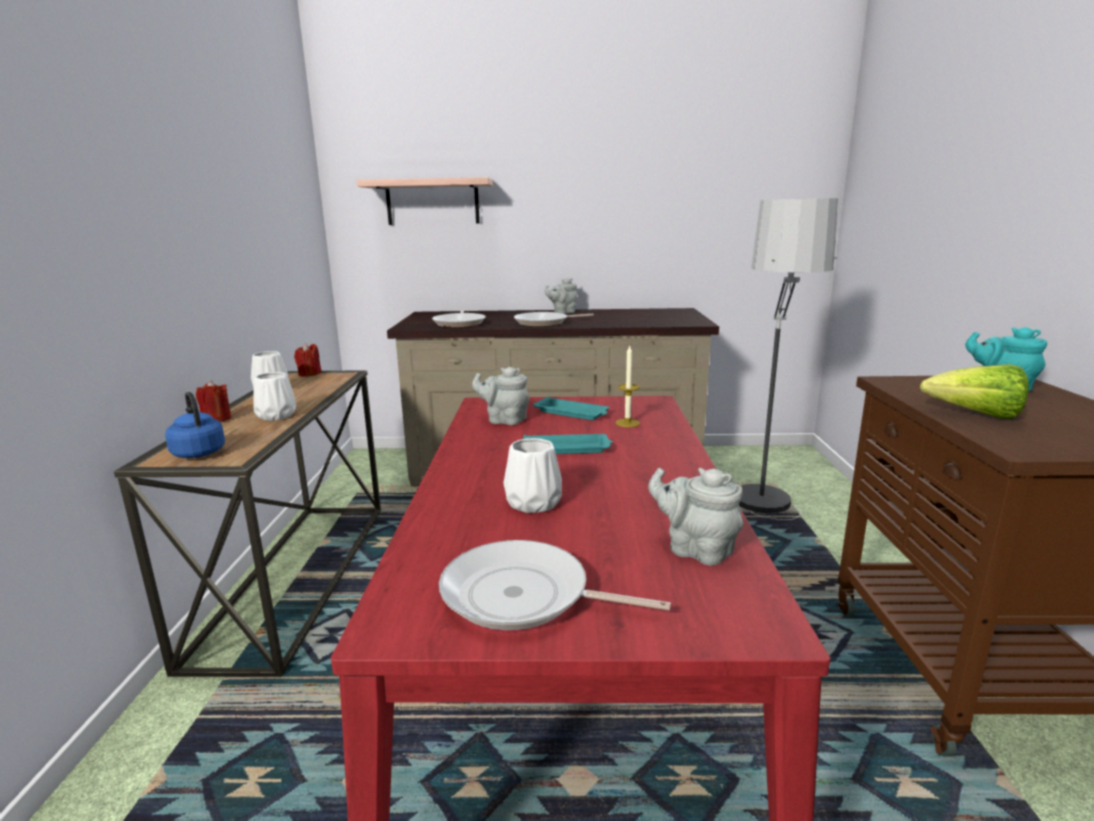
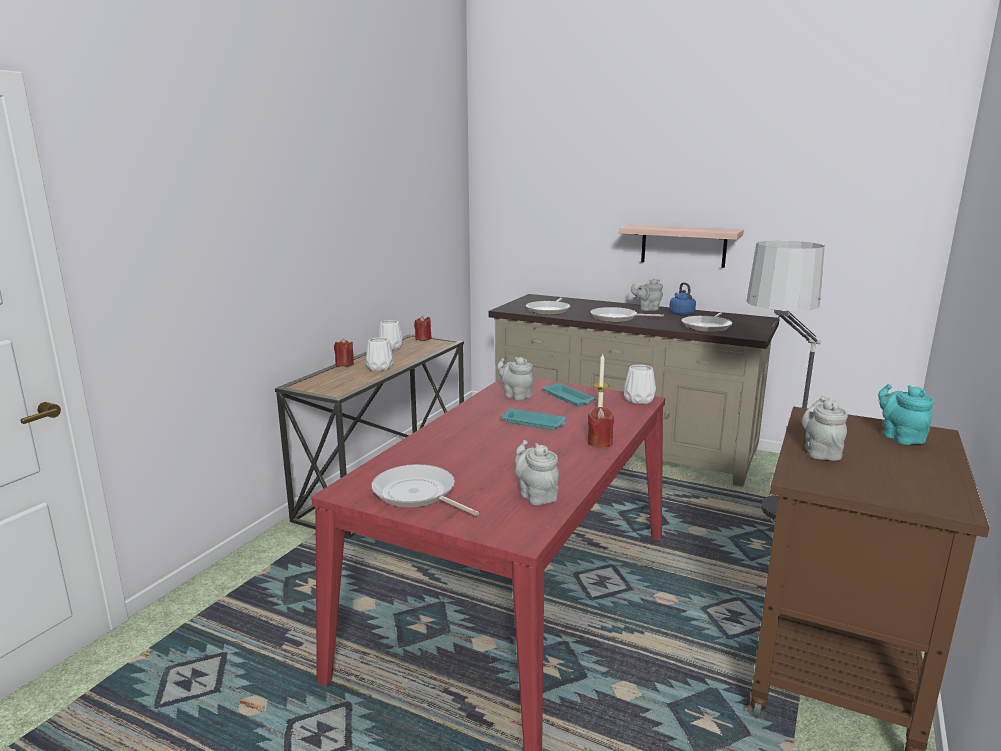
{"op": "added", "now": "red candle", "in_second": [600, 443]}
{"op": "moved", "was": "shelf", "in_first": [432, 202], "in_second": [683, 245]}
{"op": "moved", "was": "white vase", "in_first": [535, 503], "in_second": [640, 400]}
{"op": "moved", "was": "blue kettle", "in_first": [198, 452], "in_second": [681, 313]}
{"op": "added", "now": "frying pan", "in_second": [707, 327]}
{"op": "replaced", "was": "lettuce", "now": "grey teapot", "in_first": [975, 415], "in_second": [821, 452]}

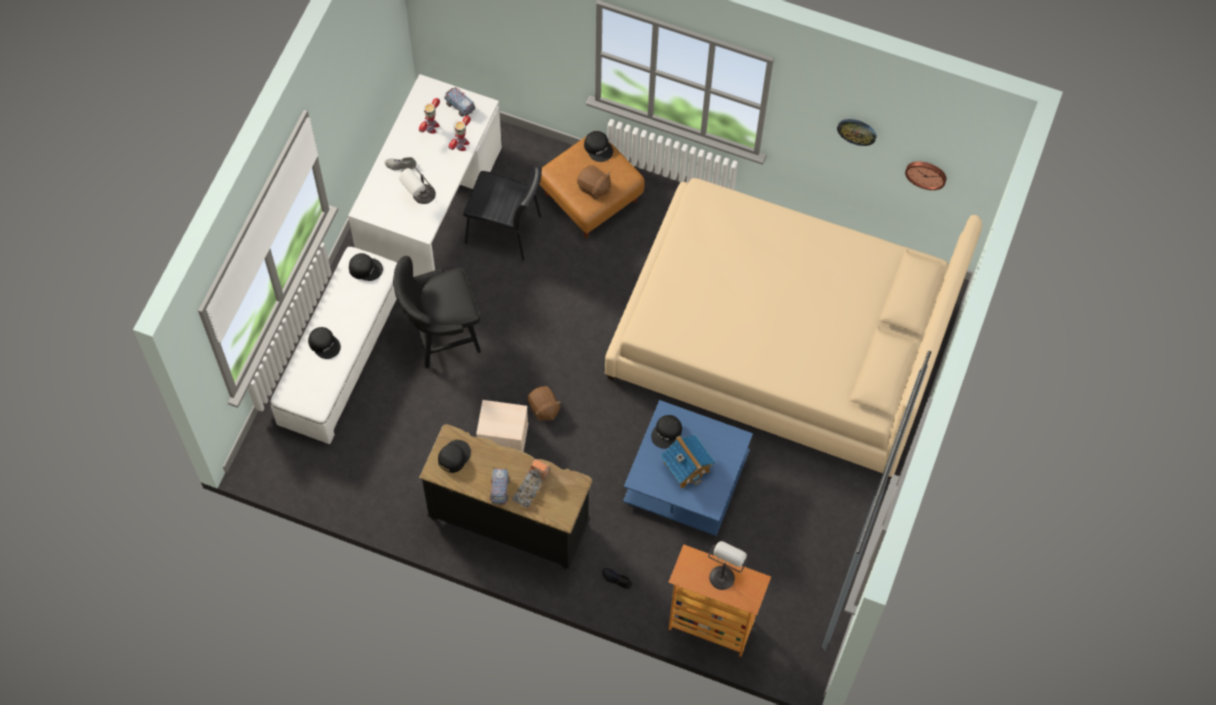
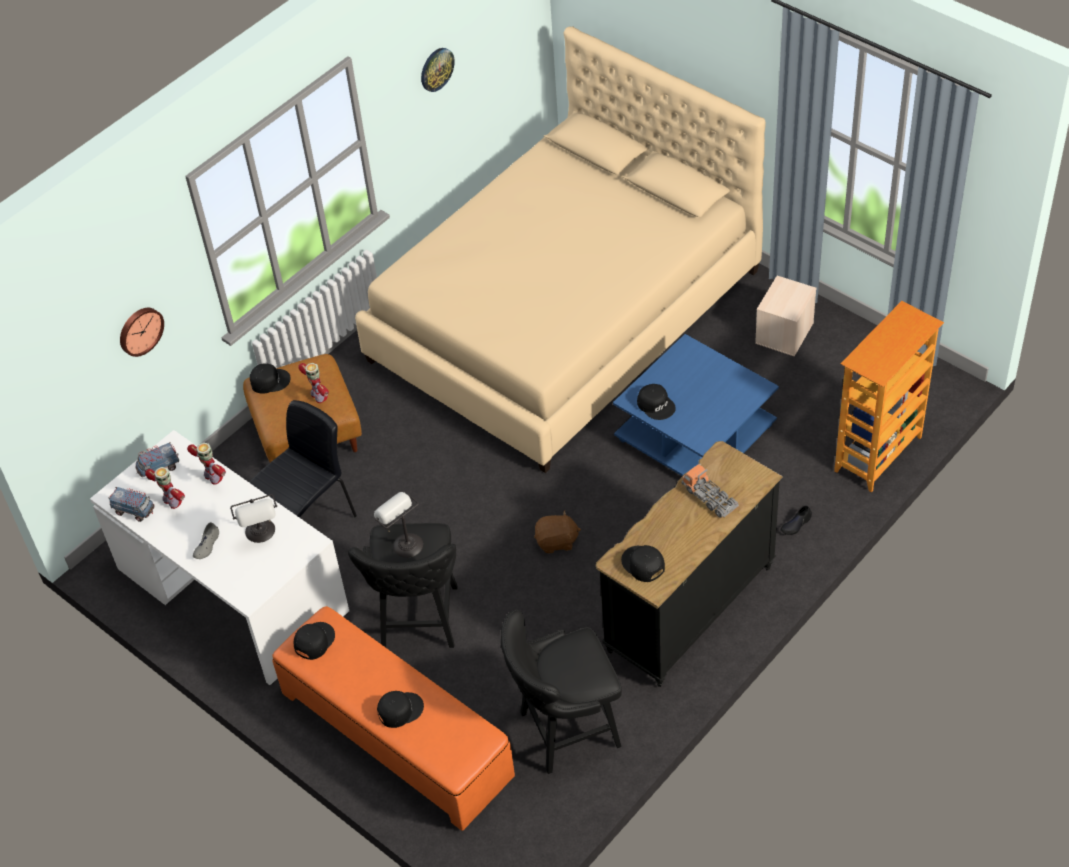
{"op": "moved", "was": "toy truck", "in_first": [499, 490], "in_second": [134, 511]}
{"op": "moved", "was": "wall clock", "in_first": [926, 173], "in_second": [140, 330]}
{"op": "recoloured", "was": "white bench", "now": "orange bench", "in_first": [341, 354], "in_second": [394, 734]}
{"op": "replaced", "was": "brown plush toy", "now": "toy robot", "in_first": [594, 188], "in_second": [319, 397]}
{"op": "moved", "was": "table lamp", "in_first": [723, 572], "in_second": [403, 542]}
{"op": "added", "now": "black stool", "in_second": [565, 731]}
{"op": "moved", "was": "beige storage box", "in_first": [502, 437], "in_second": [784, 333]}
{"op": "removed", "was": "toy house", "in_first": [686, 466]}

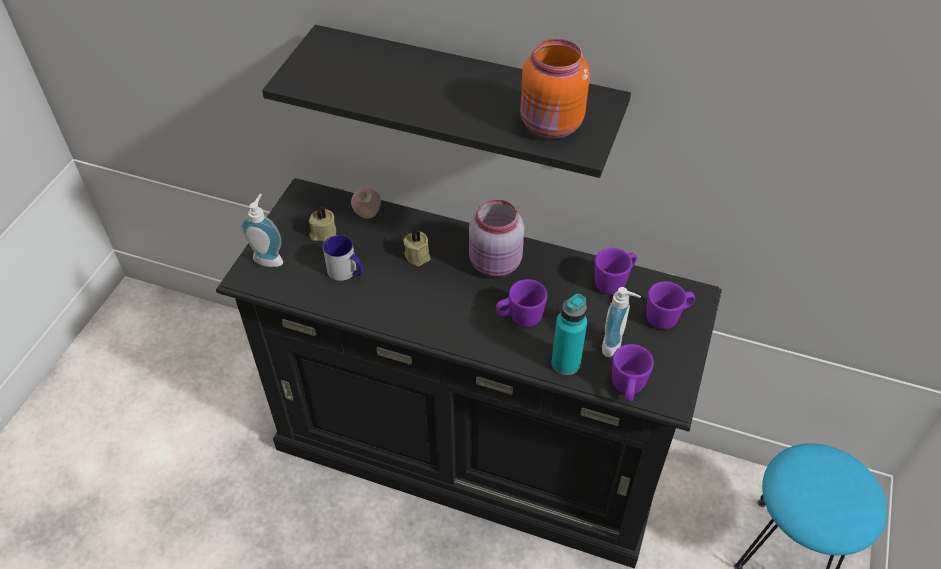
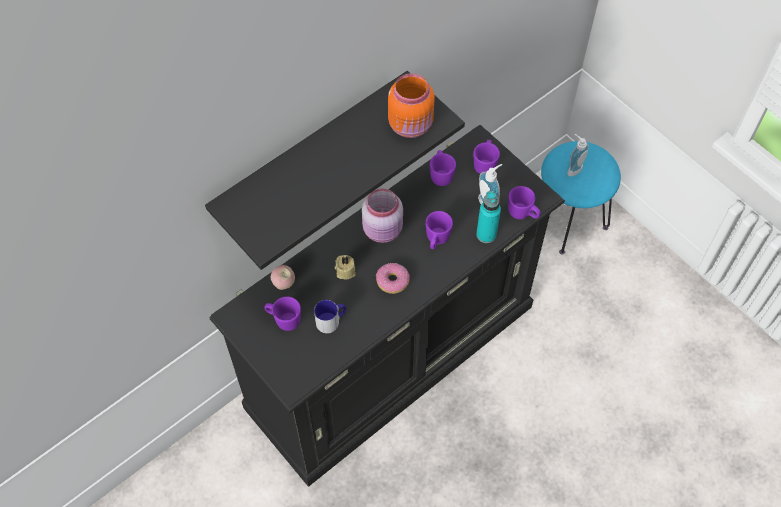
{"op": "replaced", "was": "beige candle", "now": "purple mug", "in_first": [323, 233], "in_second": [284, 320]}
{"op": "added", "now": "donut", "in_second": [393, 281]}
{"op": "moved", "was": "soap dispenser", "in_first": [269, 258], "in_second": [573, 168]}

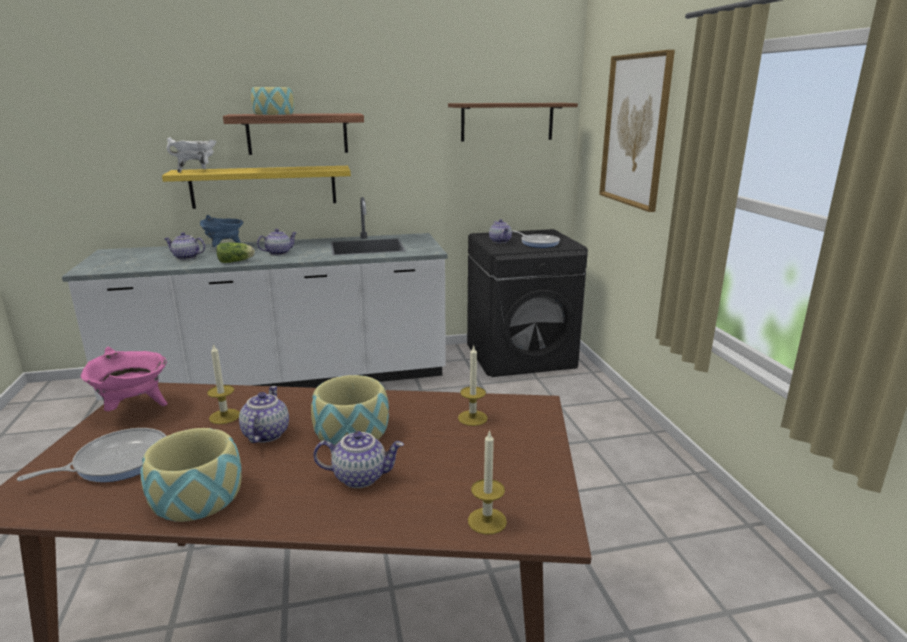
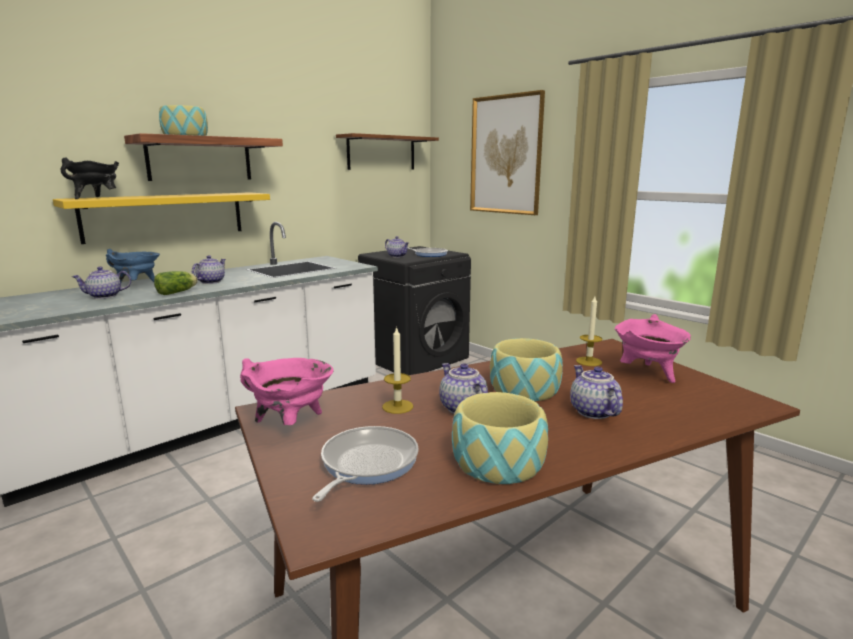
{"op": "recoloured", "was": "white cooking pot", "now": "black cooking pot", "in_first": [197, 171], "in_second": [97, 198]}
{"op": "turned", "was": "teapot", "in_first": [361, 476], "in_second": [592, 412], "clockwise": -75}
{"op": "added", "now": "pink cooking pot", "in_second": [648, 374]}
{"op": "removed", "was": "candle", "in_first": [487, 521]}

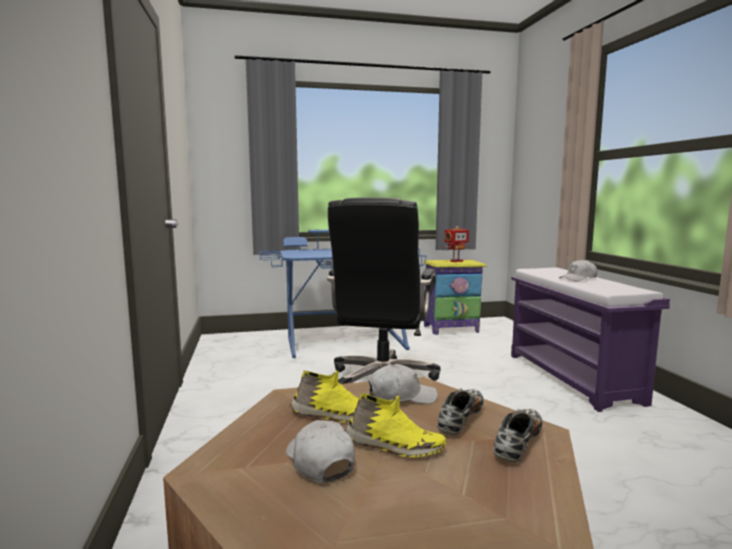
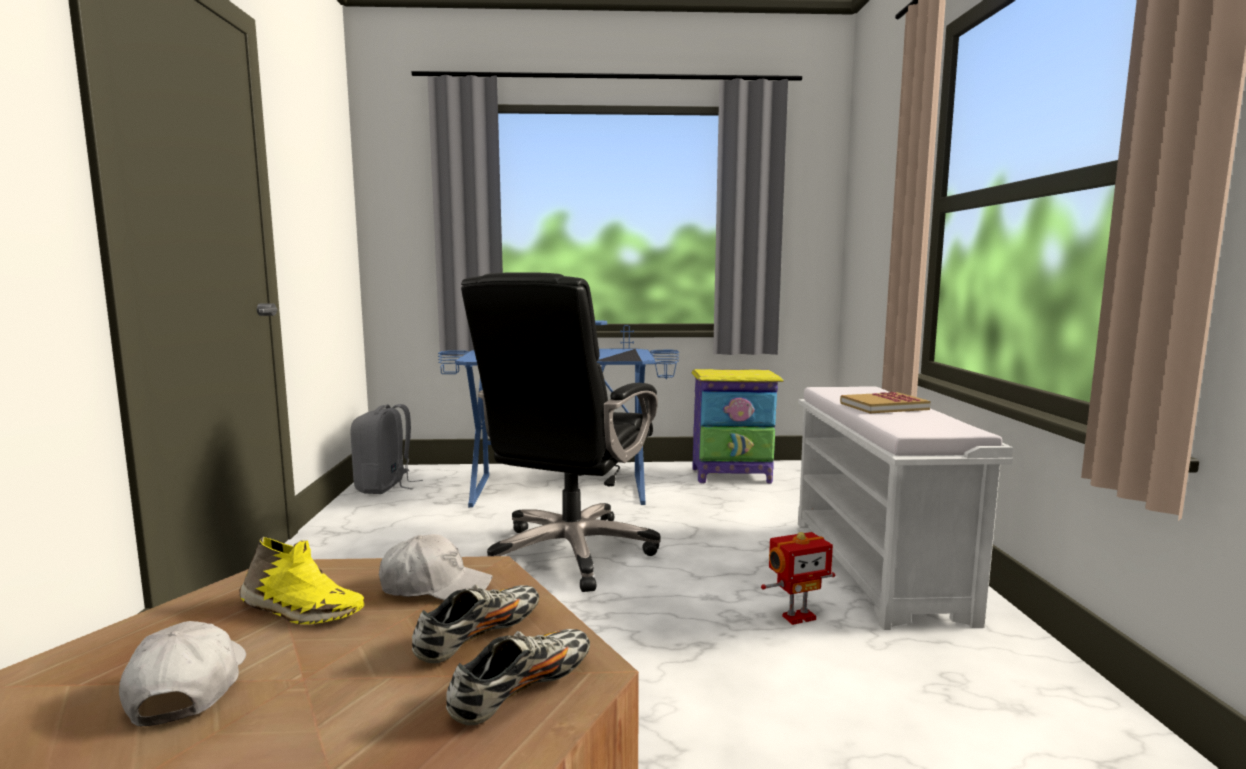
{"op": "added", "now": "grey backpack", "in_second": [385, 487]}
{"op": "moved", "was": "toy robot", "in_first": [456, 261], "in_second": [797, 617]}
{"op": "recoloured", "was": "purple bench", "now": "white bench", "in_first": [573, 378], "in_second": [878, 568]}
{"op": "replaced", "was": "white cap", "now": "book", "in_first": [578, 278], "in_second": [883, 406]}
{"op": "removed", "was": "yellow shoe", "in_first": [393, 447]}

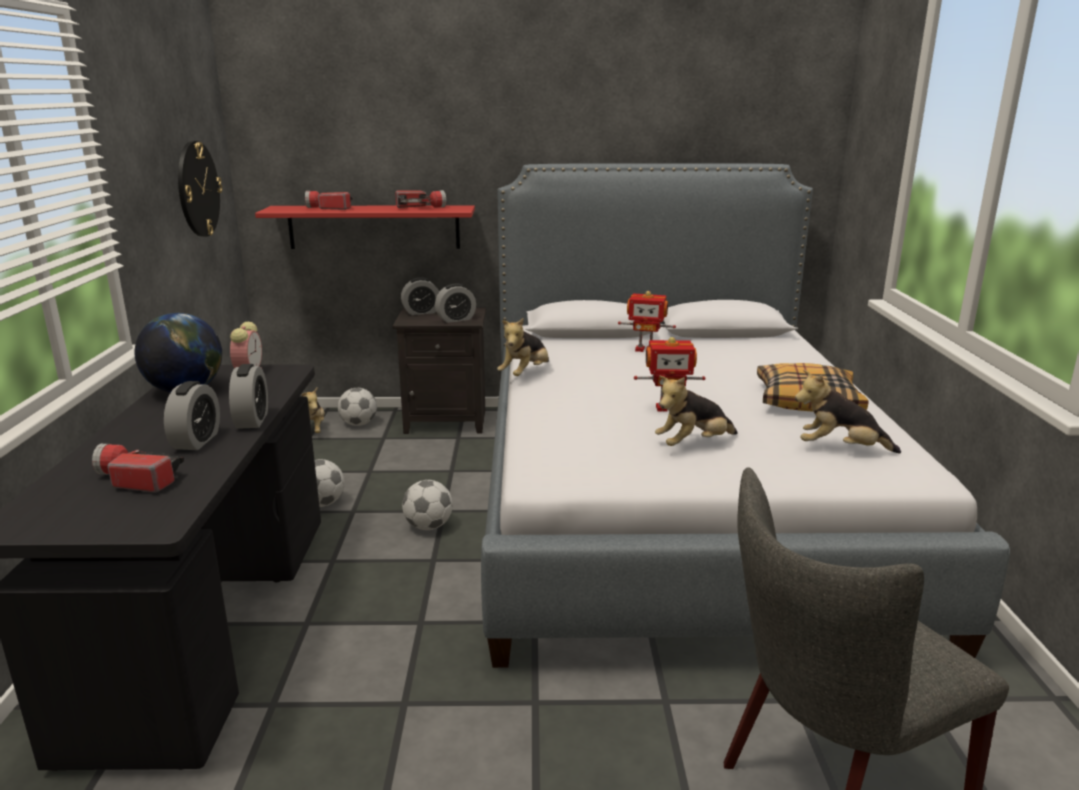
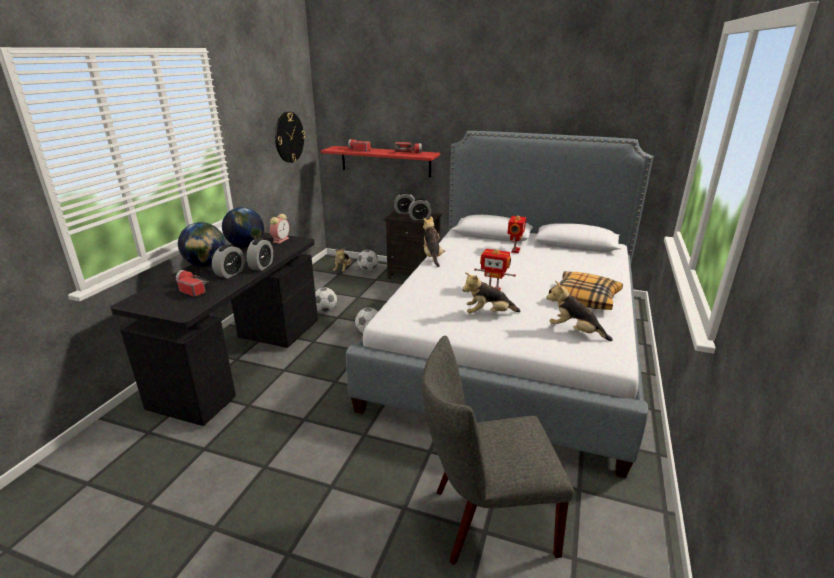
{"op": "added", "now": "globe", "in_second": [206, 265]}
{"op": "turned", "was": "plush toy", "in_first": [525, 374], "in_second": [432, 257], "clockwise": 120}
{"op": "turned", "was": "toy robot", "in_first": [645, 349], "in_second": [514, 250], "clockwise": -105}

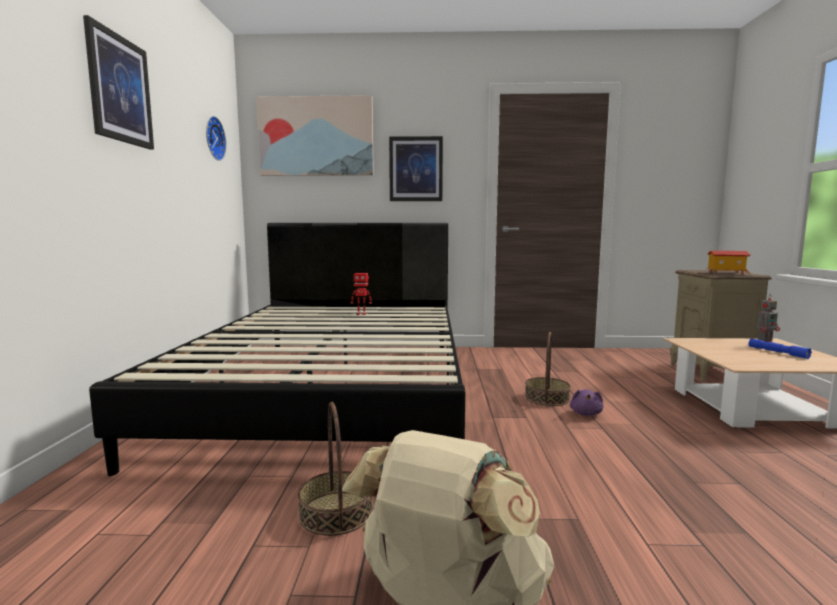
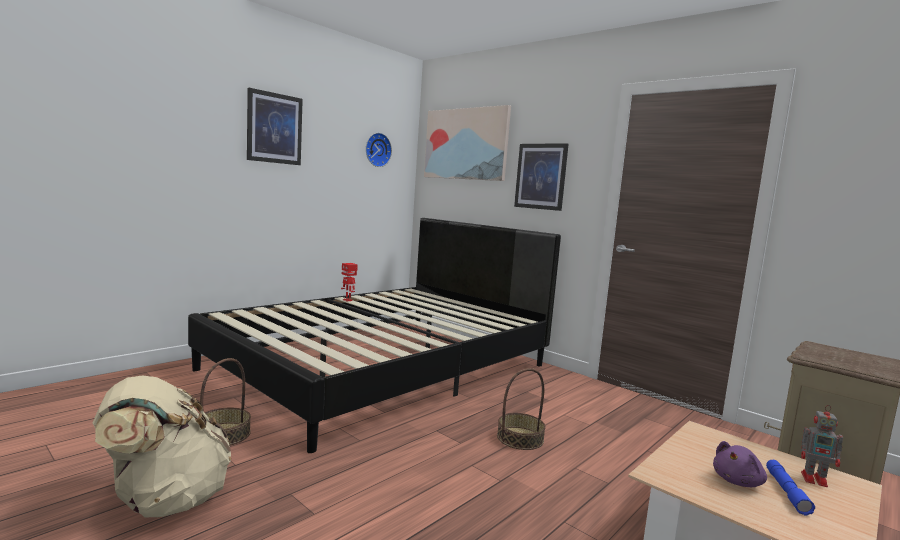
{"op": "moved", "was": "toy robot", "in_first": [361, 314], "in_second": [348, 300]}
{"op": "moved", "was": "purple plush toy", "in_first": [586, 413], "in_second": [738, 481]}
{"op": "removed", "was": "toy house", "in_first": [726, 273]}

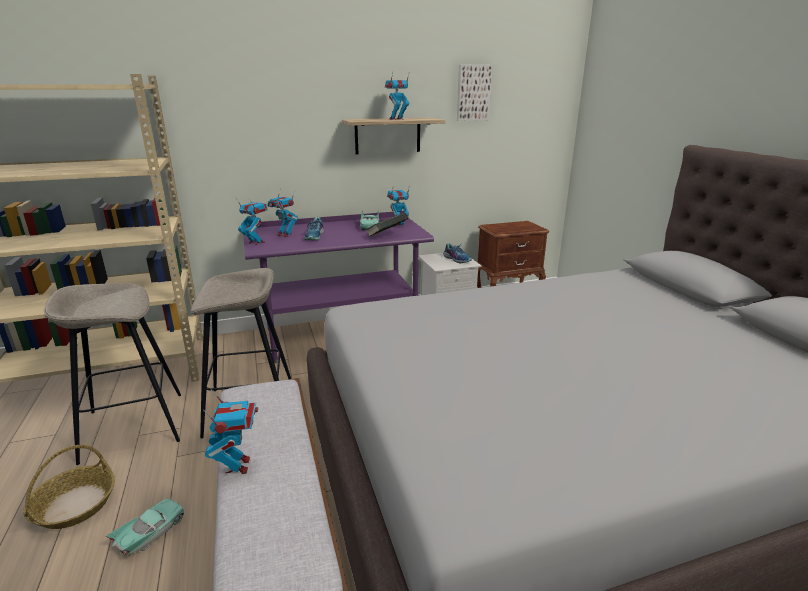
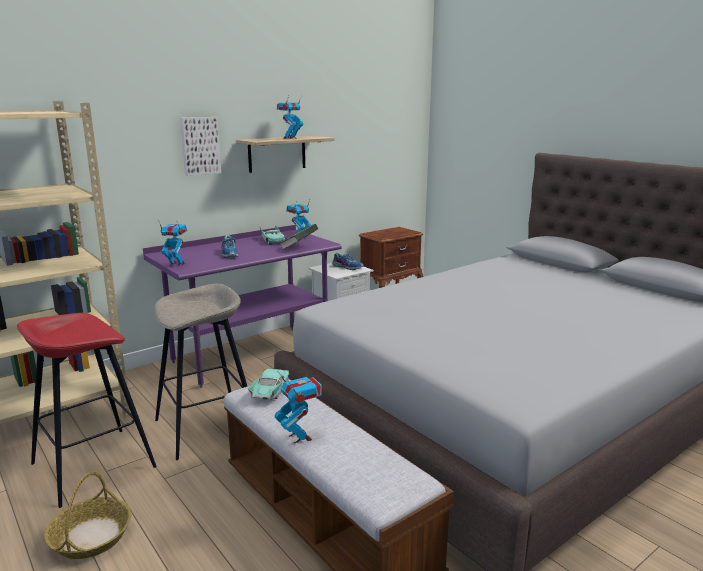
{"op": "recoloured", "was": "grey stool", "now": "red stool", "in_first": [133, 426], "in_second": [92, 465]}
{"op": "moved", "was": "picture", "in_first": [473, 93], "in_second": [200, 145]}
{"op": "moved", "was": "turquoise toy car", "in_first": [150, 533], "in_second": [270, 391]}
{"op": "removed", "was": "toy robot", "in_first": [285, 234]}

